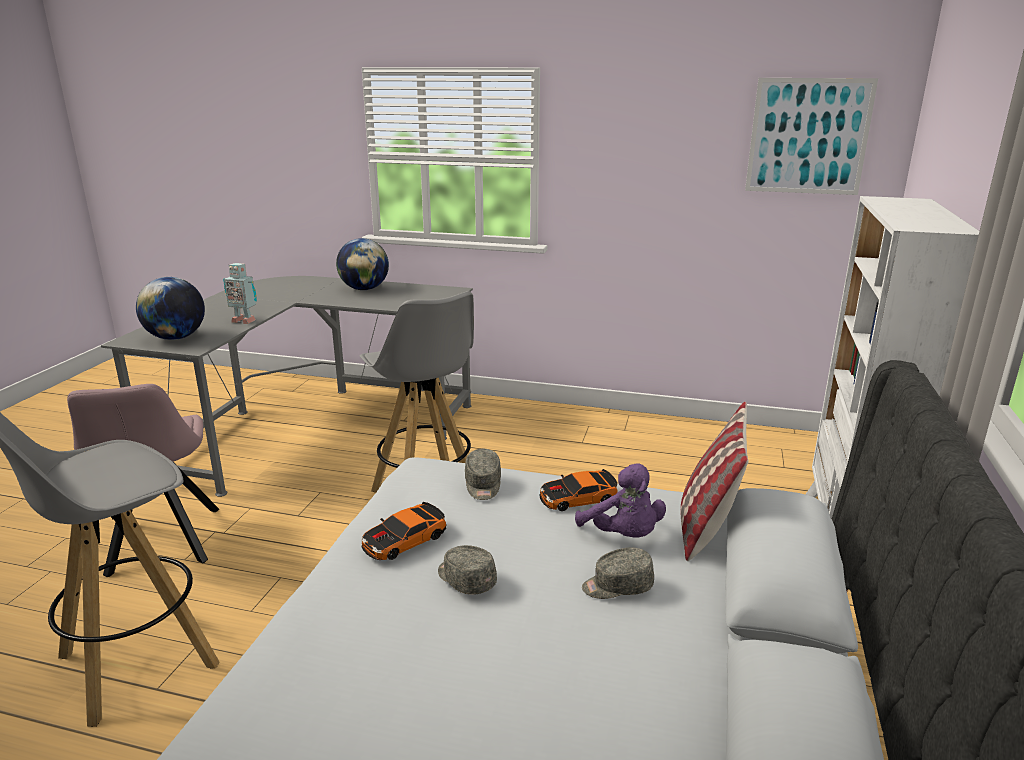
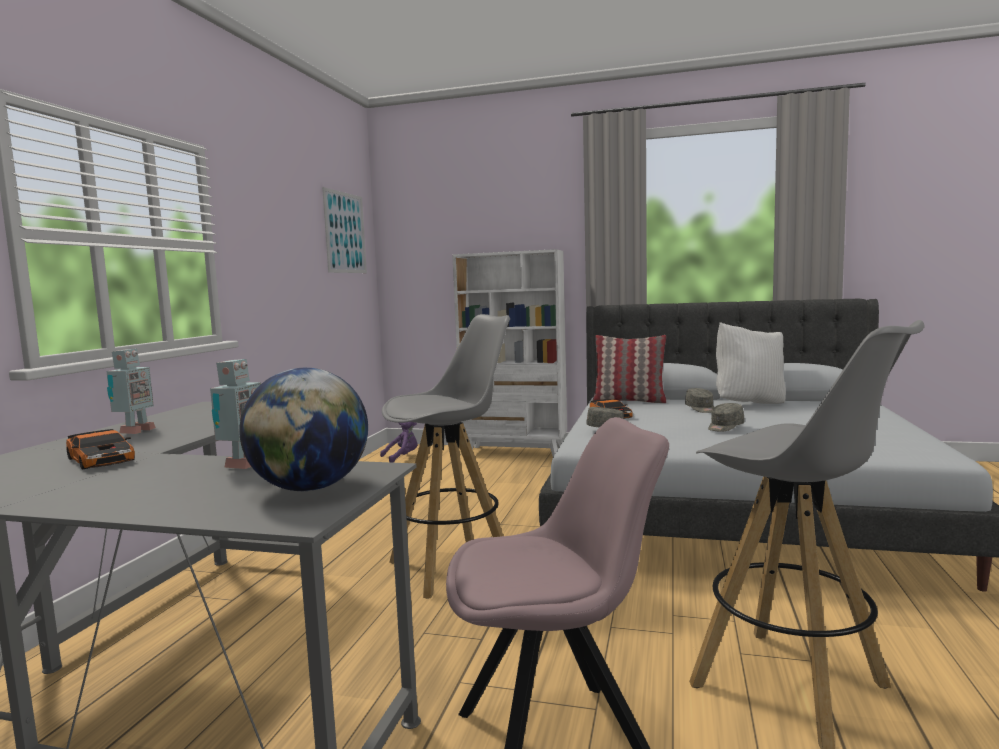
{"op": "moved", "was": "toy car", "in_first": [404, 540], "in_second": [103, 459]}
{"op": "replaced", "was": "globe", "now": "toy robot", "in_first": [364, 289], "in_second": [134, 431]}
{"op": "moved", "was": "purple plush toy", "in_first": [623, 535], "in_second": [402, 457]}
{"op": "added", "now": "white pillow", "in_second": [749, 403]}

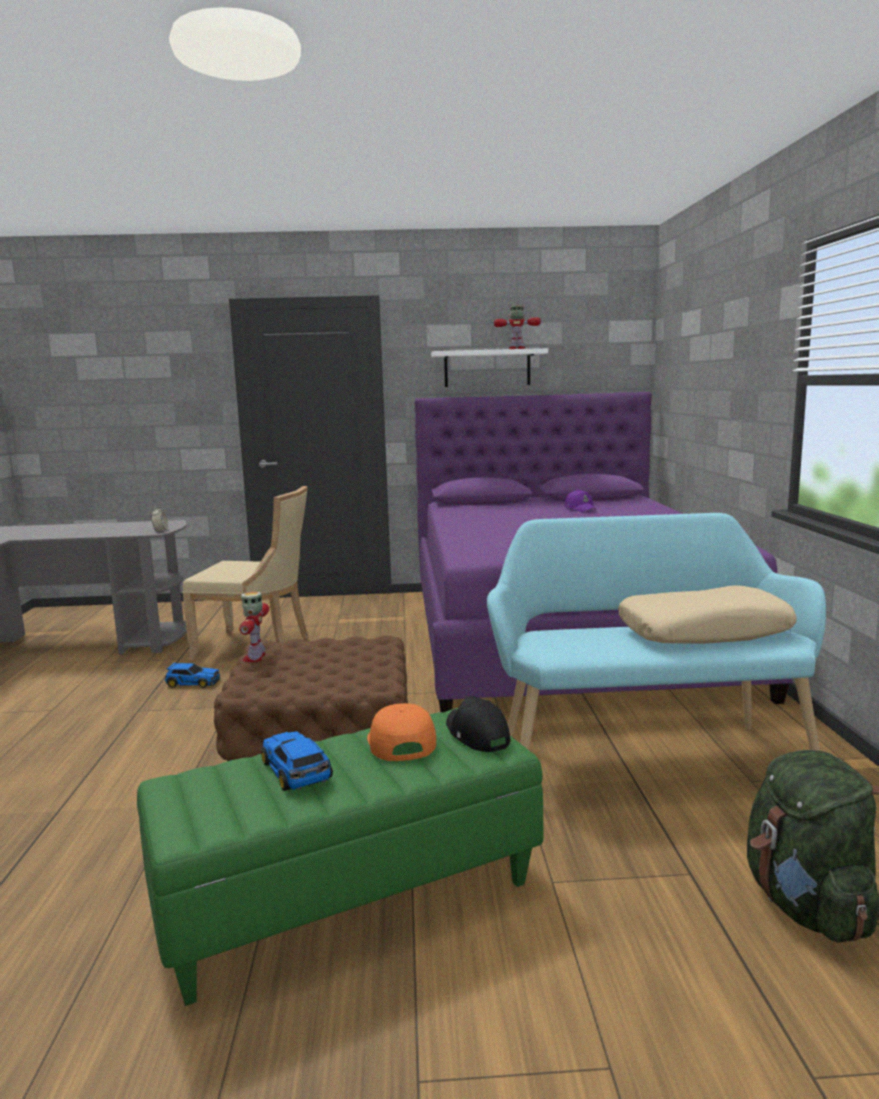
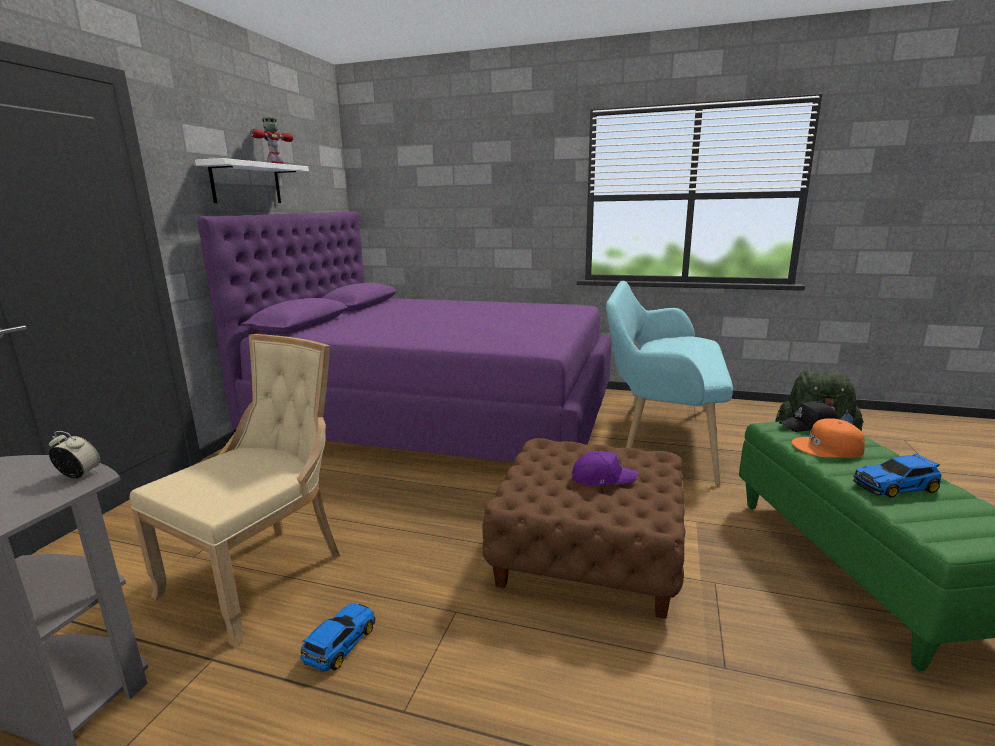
{"op": "moved", "was": "purple cap", "in_first": [580, 508], "in_second": [602, 478]}
{"op": "removed", "was": "toy robot", "in_first": [255, 657]}
{"op": "removed", "was": "beige pillow", "in_first": [704, 632]}

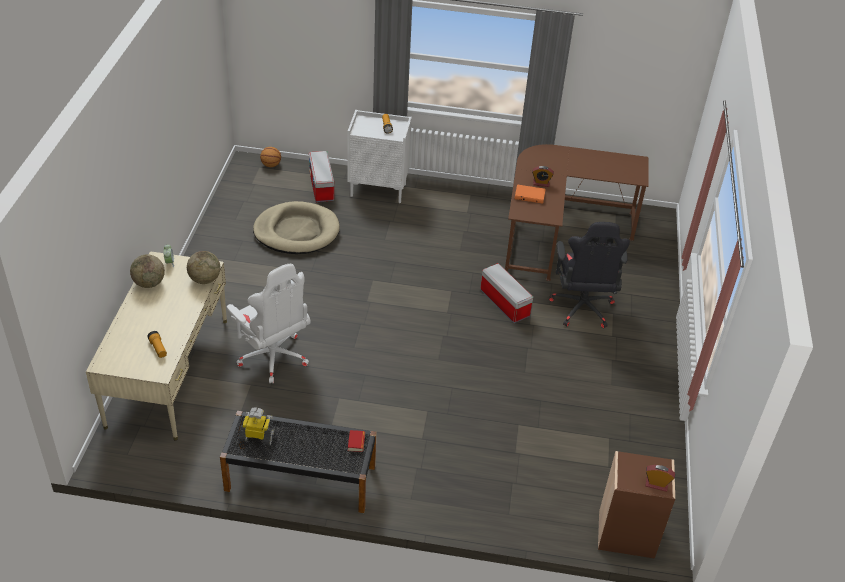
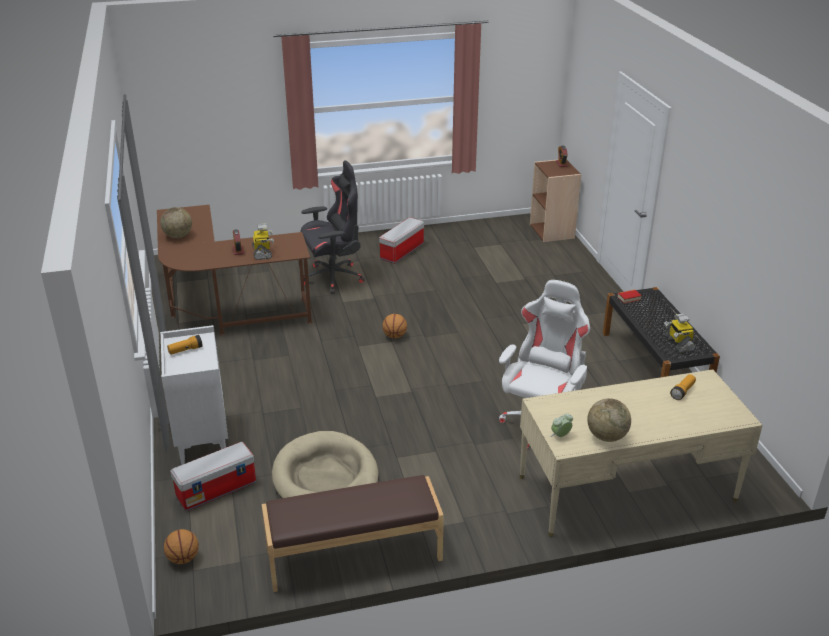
{"op": "moved", "was": "globe", "in_first": [205, 279], "in_second": [178, 236]}
{"op": "replaced", "was": "orange book", "now": "toy robot", "in_first": [530, 195], "in_second": [263, 253]}
{"op": "added", "now": "brown bench", "in_second": [354, 555]}
{"op": "moved", "was": "storage box", "in_first": [504, 303], "in_second": [402, 251]}
{"op": "added", "now": "basketball", "in_second": [395, 336]}

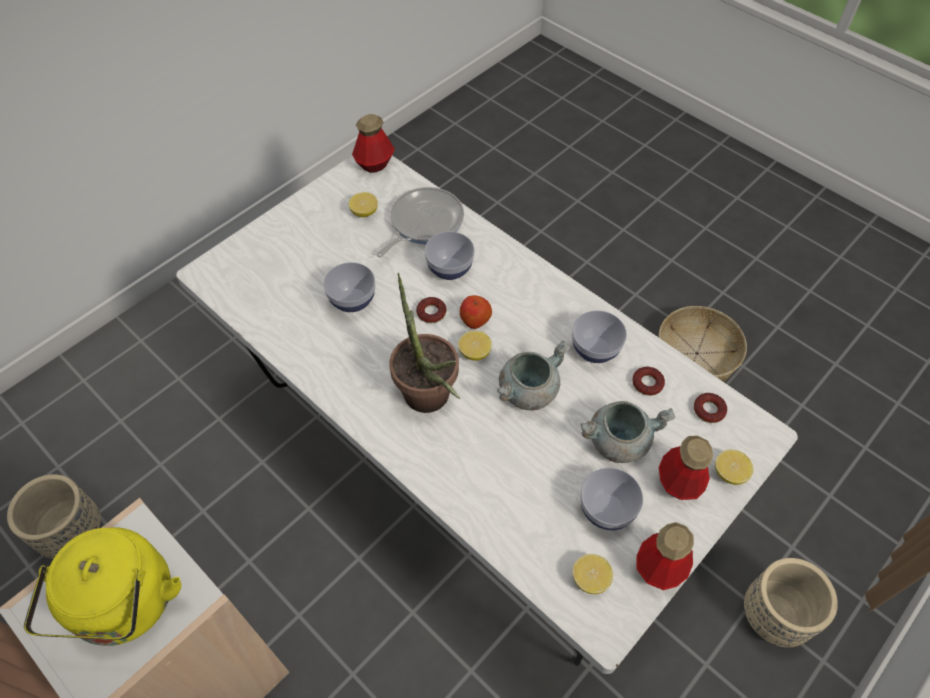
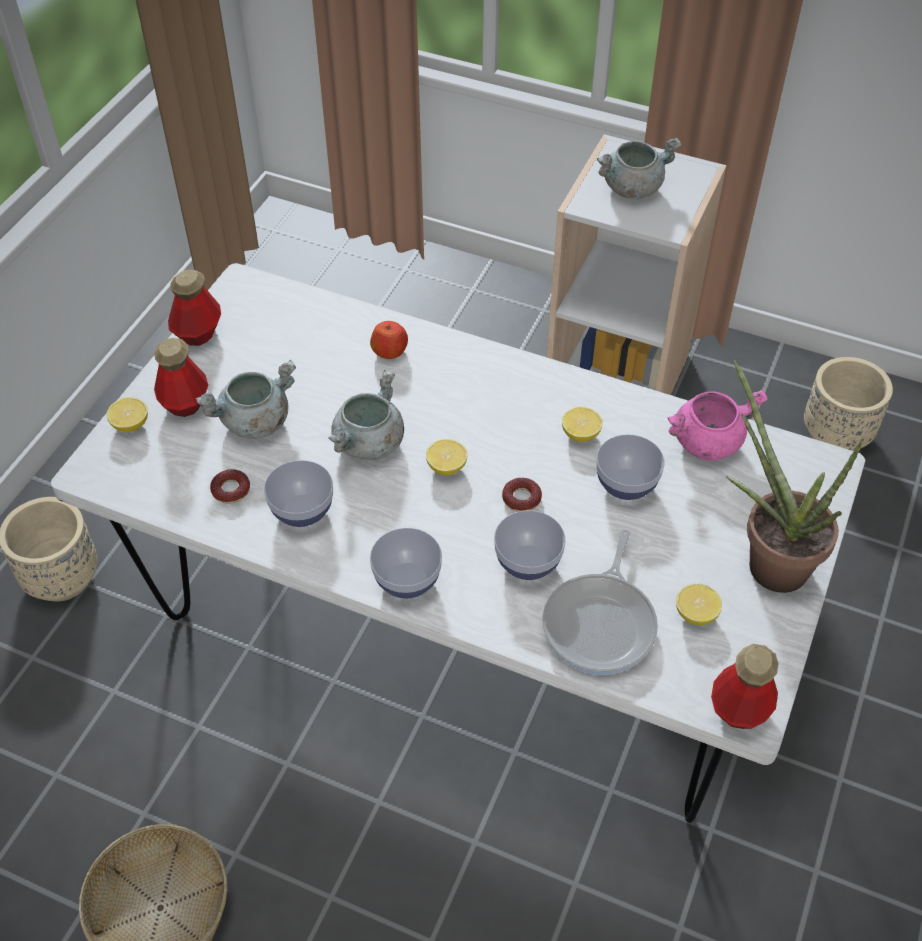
{"op": "moved", "was": "apple", "in_first": [475, 319], "in_second": [390, 351]}
{"op": "moved", "was": "bowl", "in_first": [606, 510], "in_second": [407, 581]}
{"op": "moved", "was": "lemon", "in_first": [590, 579], "in_second": [580, 434]}
{"op": "replaced", "was": "yellow kettle", "now": "grey cooking pot", "in_first": [125, 607], "in_second": [632, 188]}
{"op": "added", "now": "pink cooking pot", "in_second": [707, 442]}
{"op": "moved", "was": "potted plant", "in_first": [430, 402], "in_second": [767, 560]}
{"op": "removed", "was": "donut", "in_first": [709, 410]}

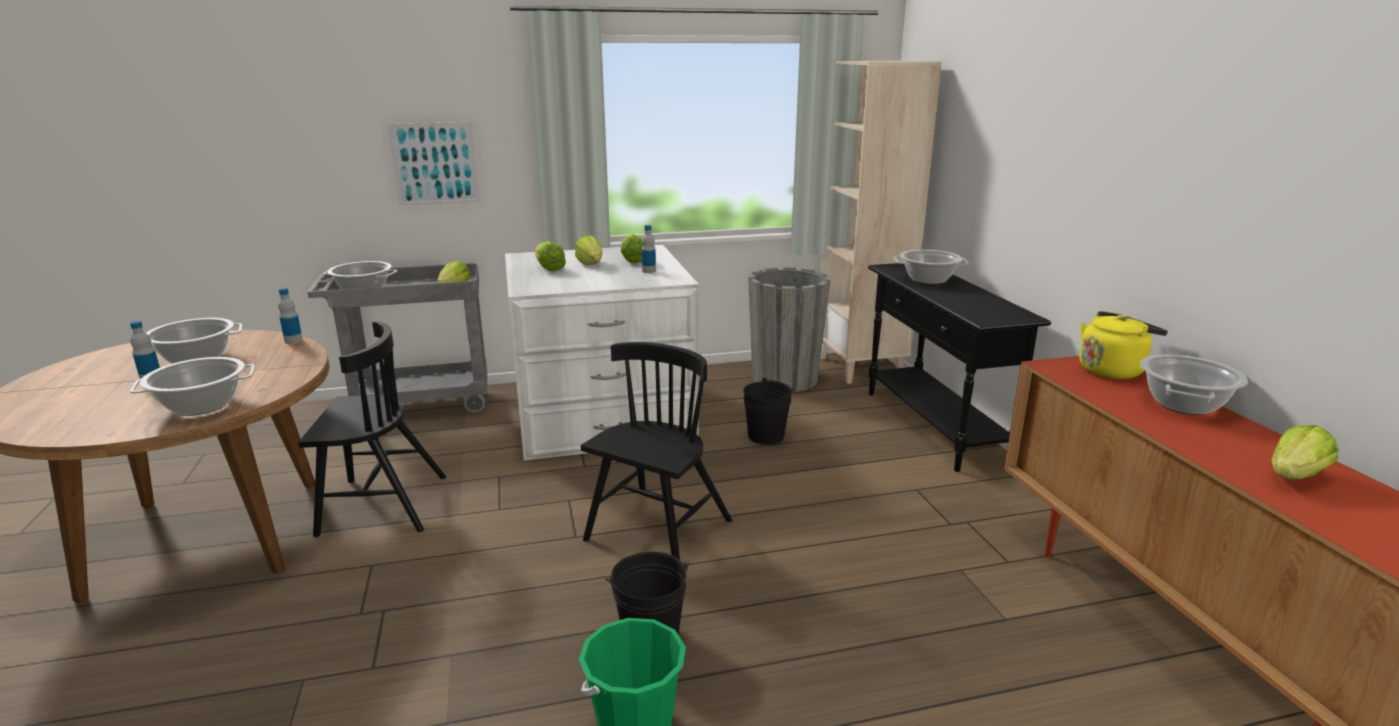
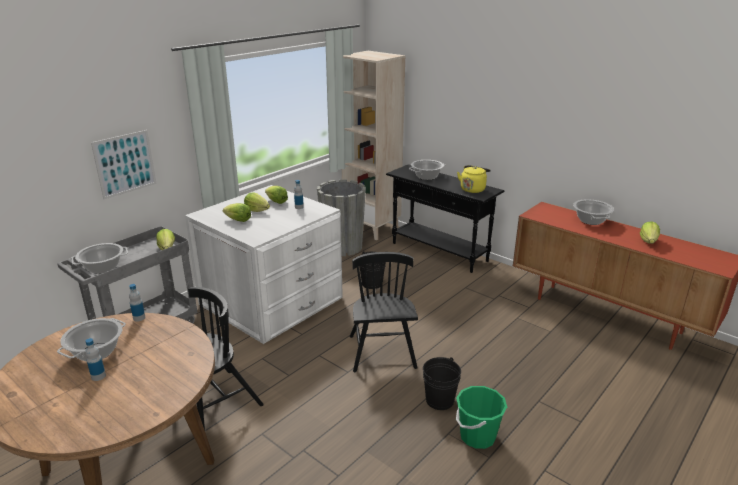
{"op": "moved", "was": "yellow kettle", "in_first": [1112, 370], "in_second": [473, 189]}
{"op": "removed", "was": "cooking pot", "in_first": [202, 405]}

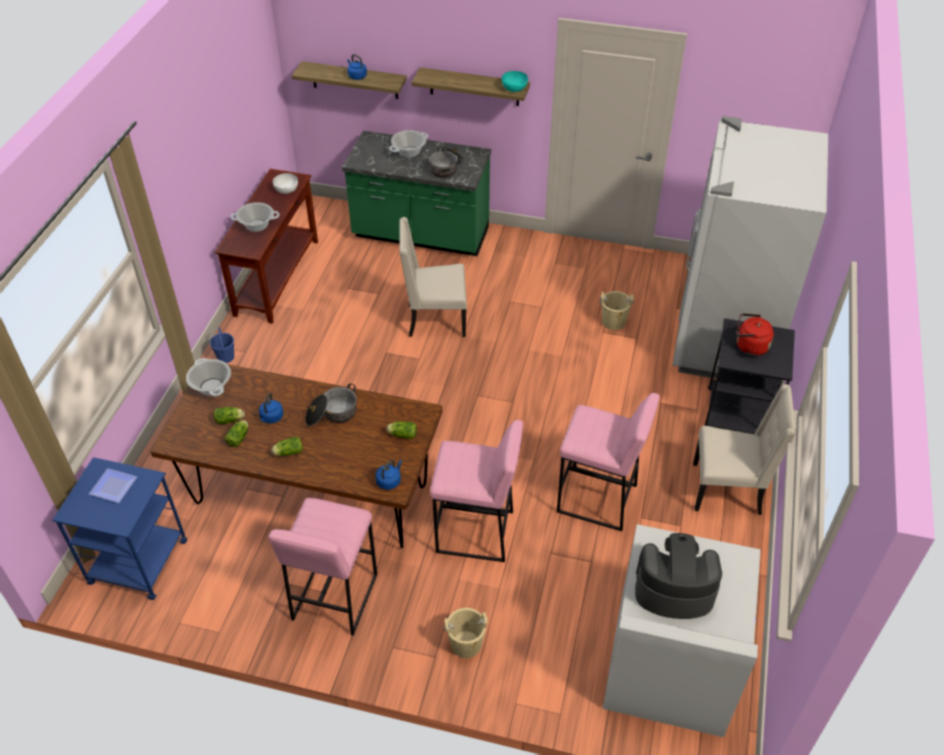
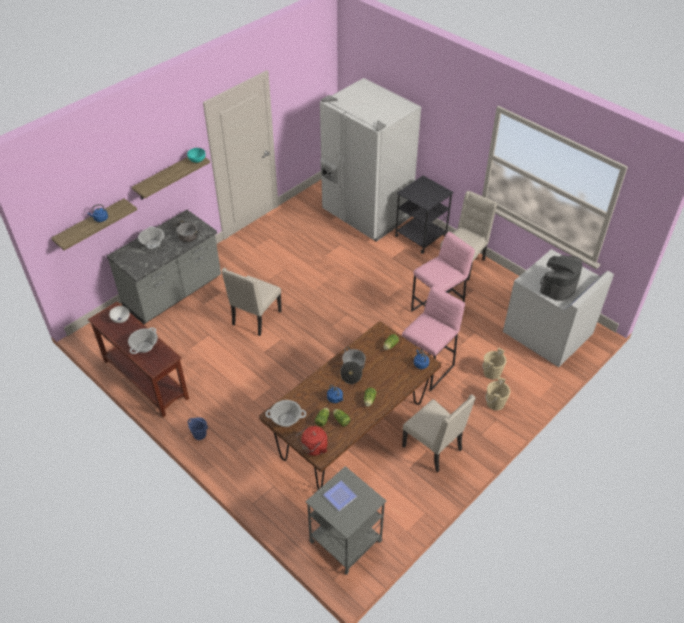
{"op": "recoloured", "was": "green counter", "now": "grey counter", "in_first": [420, 235], "in_second": [173, 293]}
{"op": "moved", "was": "red kettle", "in_first": [749, 346], "in_second": [313, 448]}
{"op": "recoloured", "was": "blue cart", "now": "grey cart", "in_first": [138, 560], "in_second": [345, 540]}
{"op": "replaced", "was": "pink stool", "now": "beige chair", "in_first": [334, 598], "in_second": [433, 448]}
{"op": "moved", "was": "beige bucket", "in_first": [613, 322], "in_second": [492, 372]}

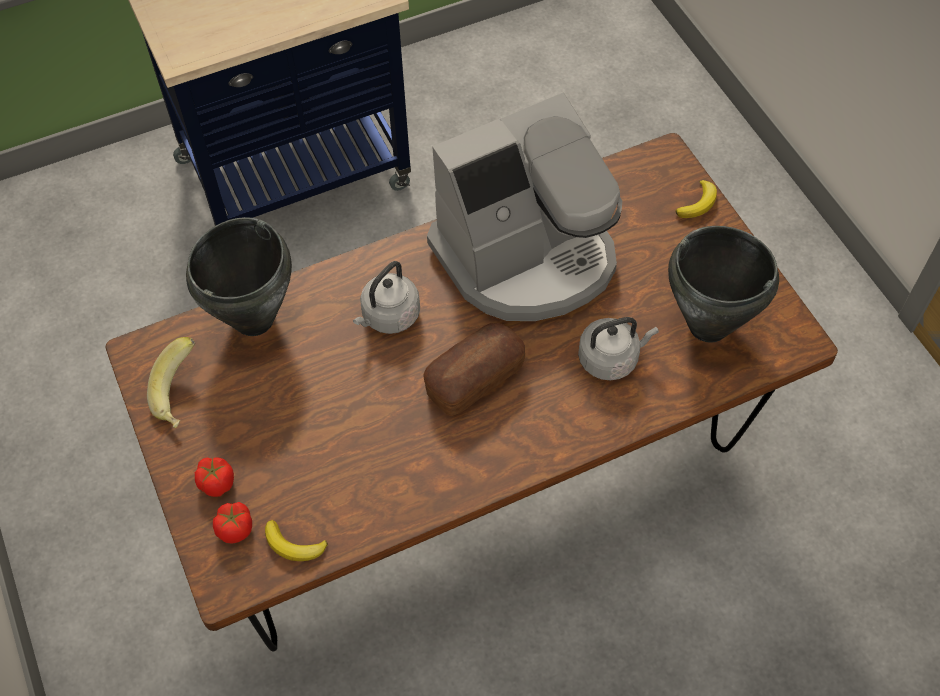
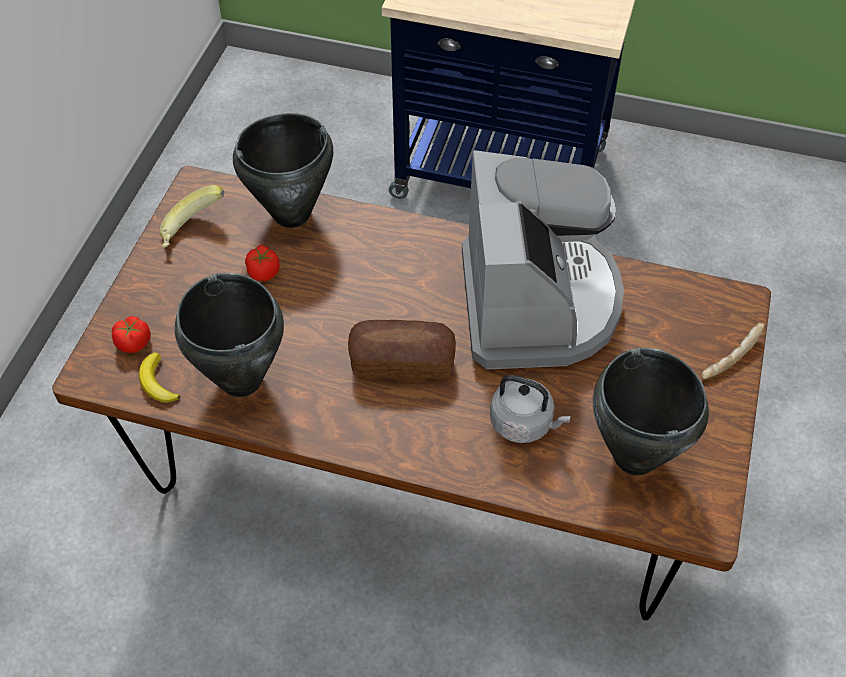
{"op": "added", "now": "black cooking pot", "in_second": [240, 381]}
{"op": "moved", "was": "tomato", "in_first": [216, 482], "in_second": [263, 272]}
{"op": "turned", "was": "coffee machine", "in_first": [527, 257], "in_second": [537, 303], "clockwise": -105}
{"op": "replaced", "was": "banana", "now": "bread", "in_first": [698, 203], "in_second": [730, 356]}
{"op": "removed", "was": "grey kettle", "in_first": [389, 317]}

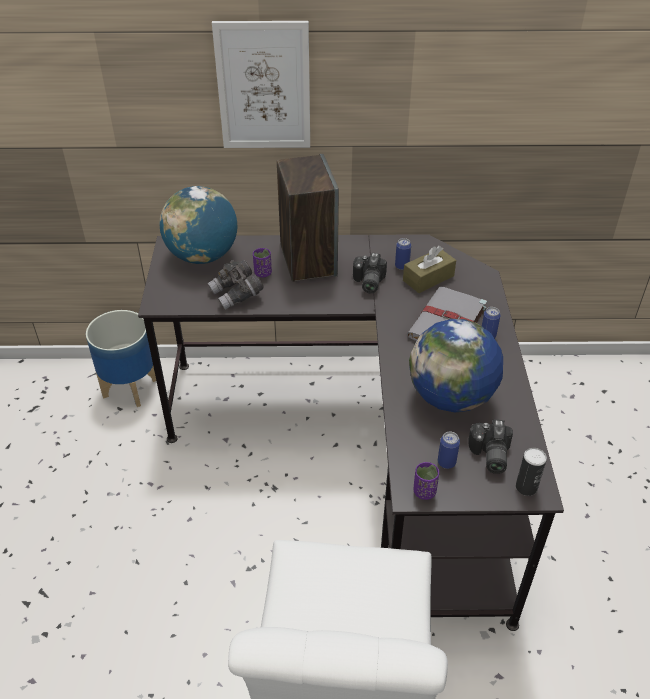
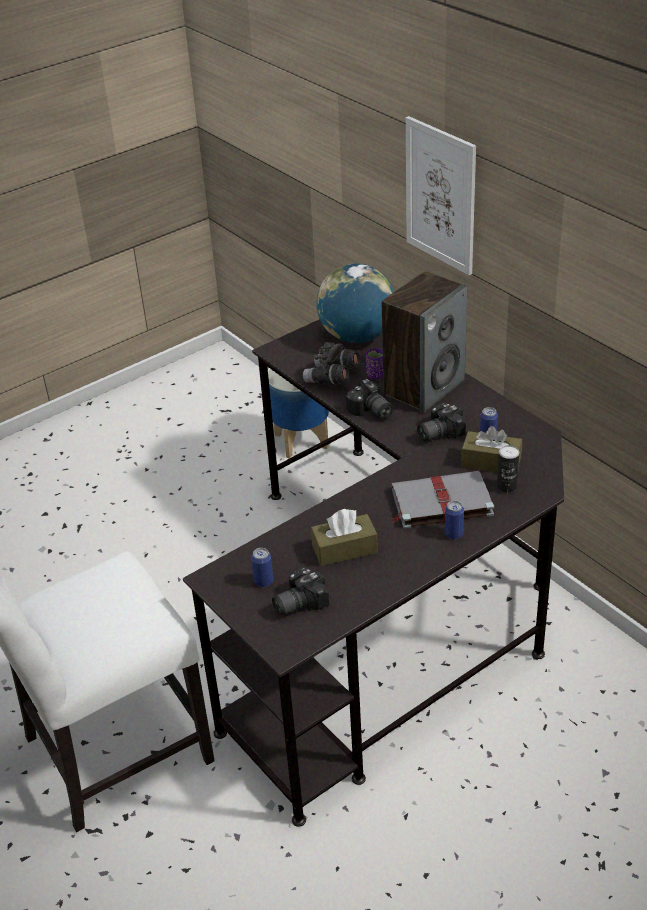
{"op": "replaced", "was": "globe", "now": "brown tissue box", "in_first": [451, 397], "in_second": [344, 549]}
{"op": "added", "now": "photo camera", "in_second": [370, 412]}
{"op": "moved", "was": "can", "in_first": [526, 487], "in_second": [507, 487]}
{"op": "removed", "was": "purple cup", "in_first": [424, 491]}

